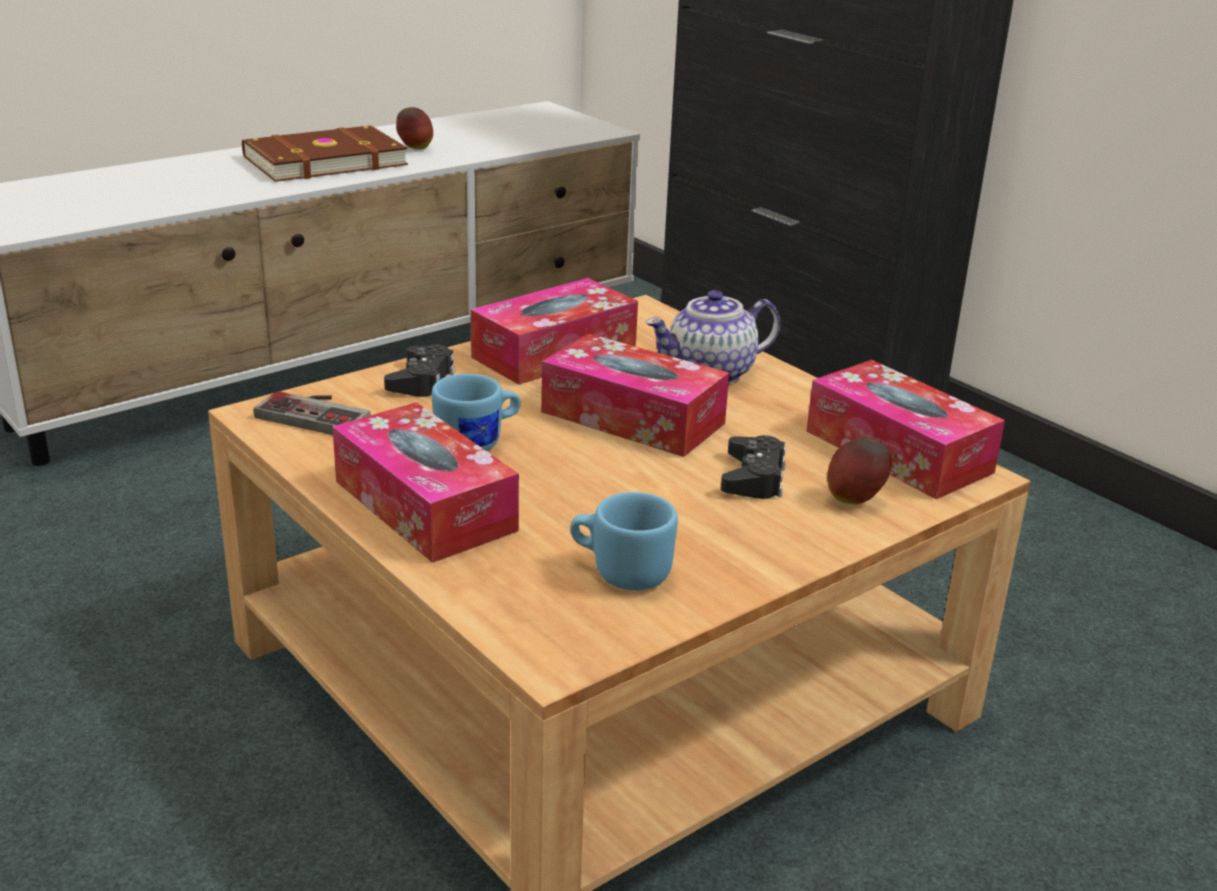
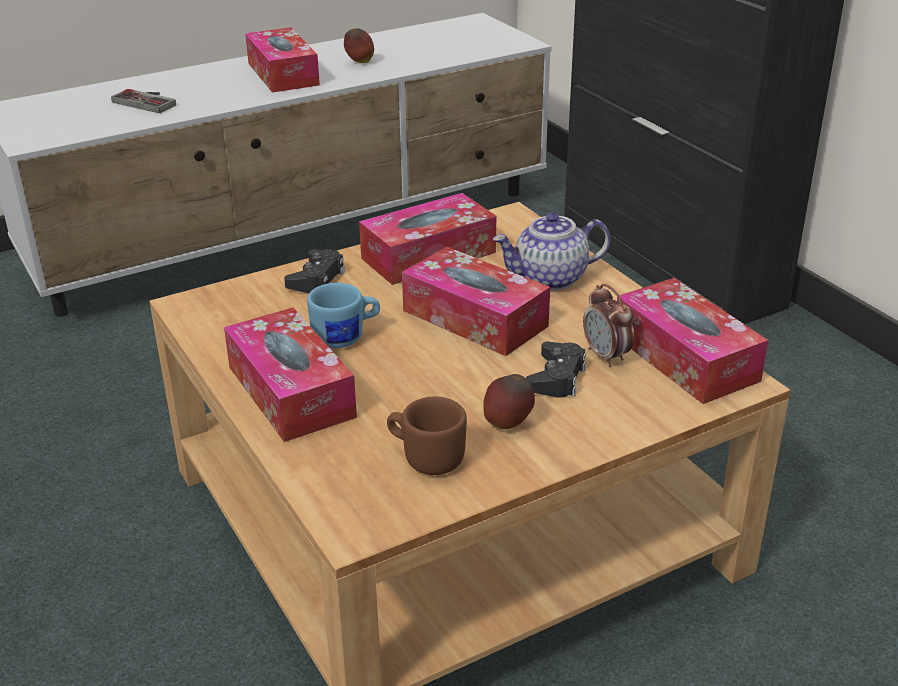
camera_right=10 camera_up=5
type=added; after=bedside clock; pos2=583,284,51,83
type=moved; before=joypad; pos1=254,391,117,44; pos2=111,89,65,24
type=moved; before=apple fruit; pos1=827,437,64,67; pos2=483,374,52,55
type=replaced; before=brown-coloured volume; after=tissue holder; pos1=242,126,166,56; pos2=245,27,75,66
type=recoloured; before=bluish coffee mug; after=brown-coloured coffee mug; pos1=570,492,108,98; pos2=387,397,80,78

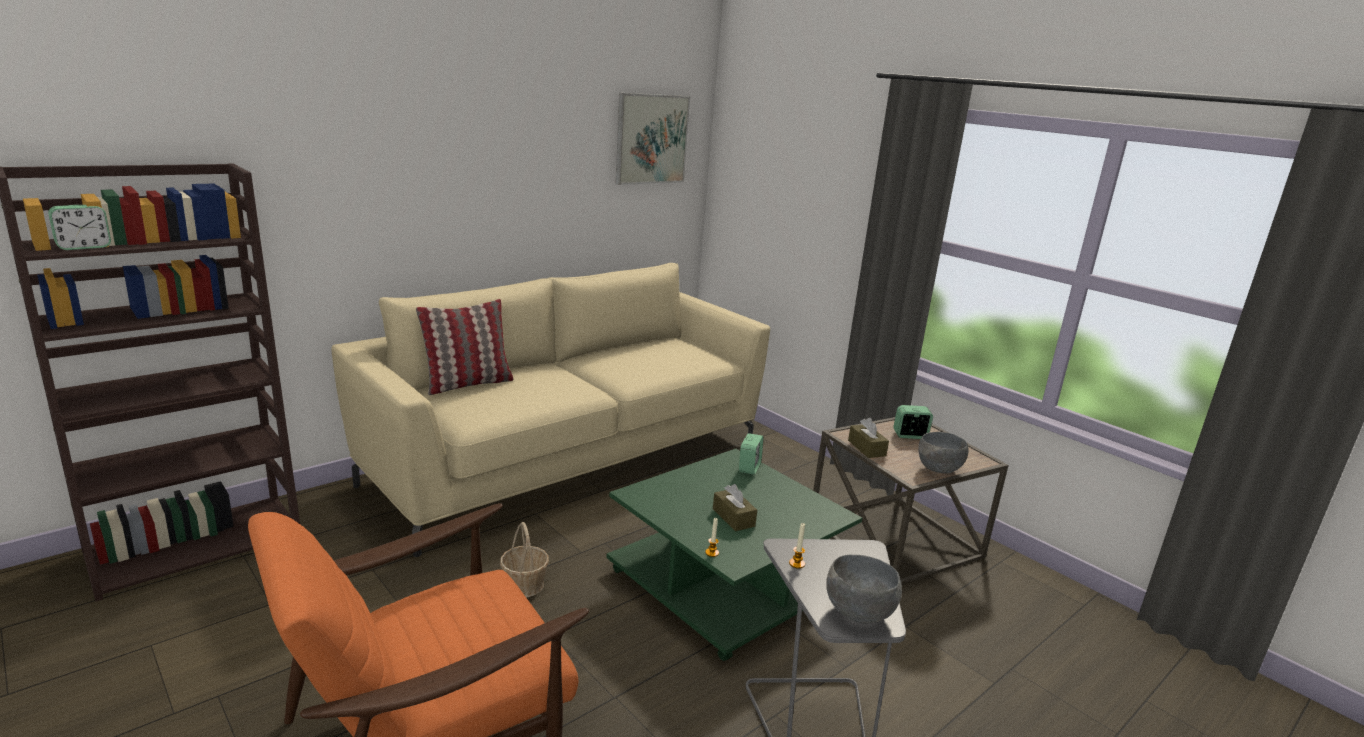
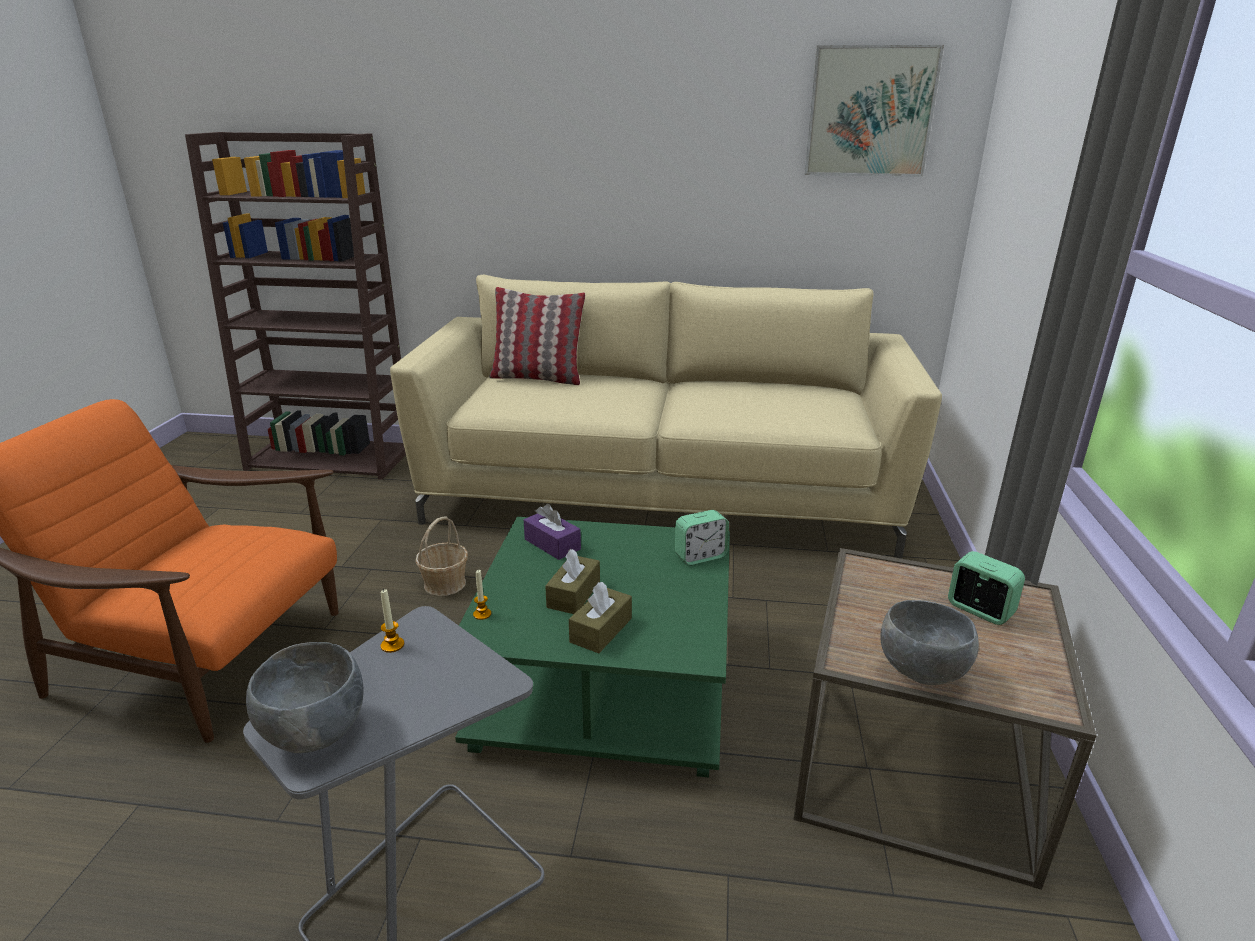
camera_right=50 camera_up=5
type=removed; before=bedside clock; pos1=48,205,63,45
type=added; after=purplish tissue holder; pos2=524,504,57,56
type=moved; before=brown-coloured tissue holder; pos1=848,418,41,40; pos2=569,582,63,71

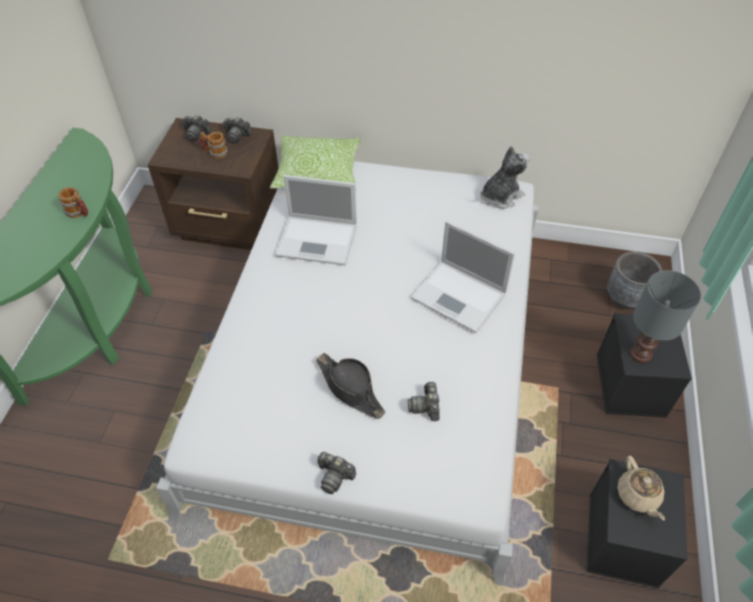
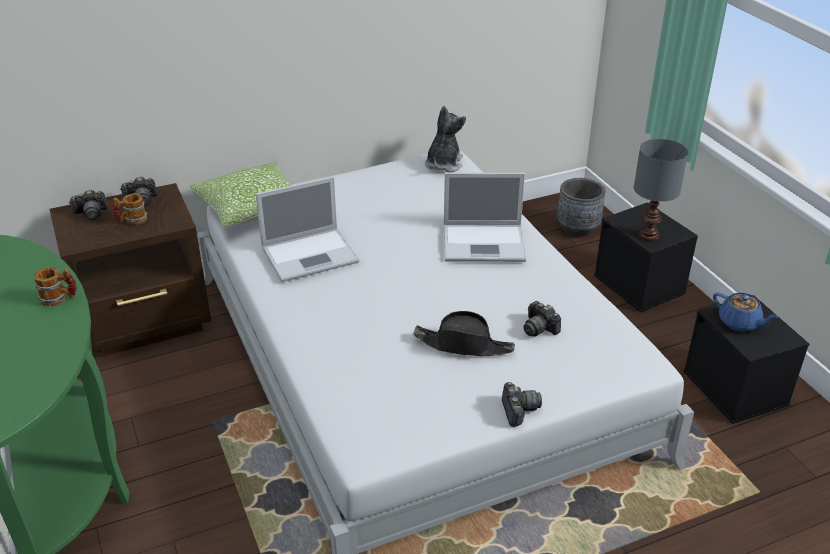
camera_right=-35 camera_up=-15
type=recoloured; before=beige-coloured pot for tea; after=bluish pot for tea; pos1=617,456,48,64; pos2=713,292,66,40
type=turned; before=photo camera; pos1=317,452,39,42; pos2=502,382,40,45; turn=-90

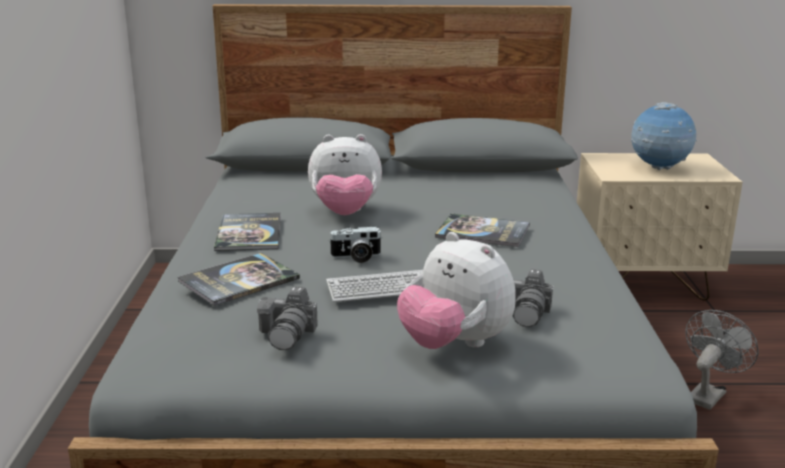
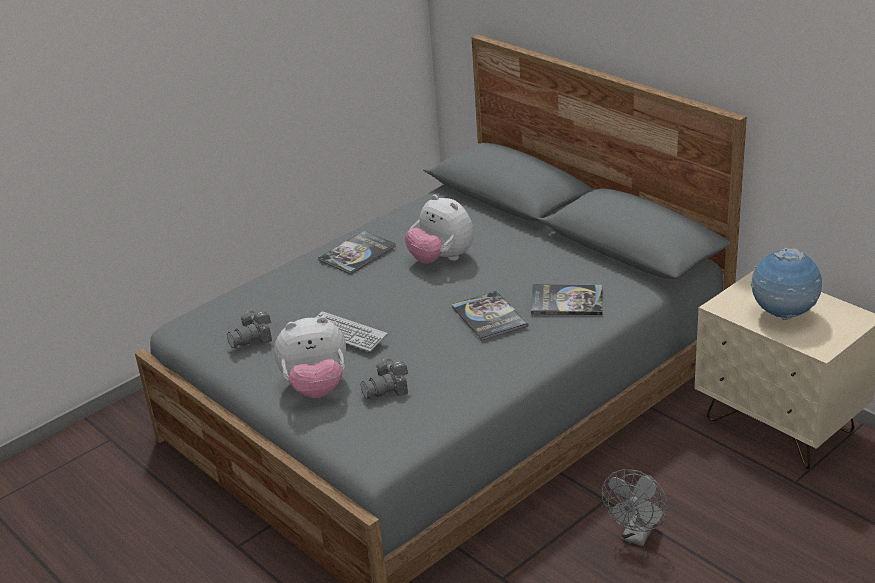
camera_right=50 camera_up=10
type=removed; before=photo camera; pos1=328,227,54,36
type=moved; before=volume; pos1=177,253,123,53; pos2=531,284,71,31
type=turned; before=cuddly toy; pos1=397,232,119,117; pos2=274,316,72,82; turn=-105
type=turned; before=greyish electric fan; pos1=685,310,73,100; pos2=601,469,67,77; turn=120

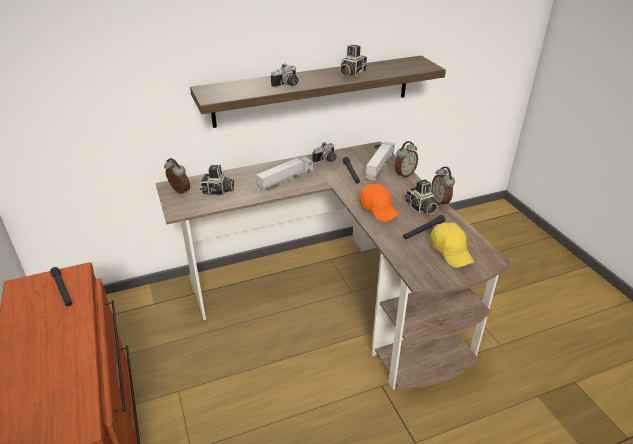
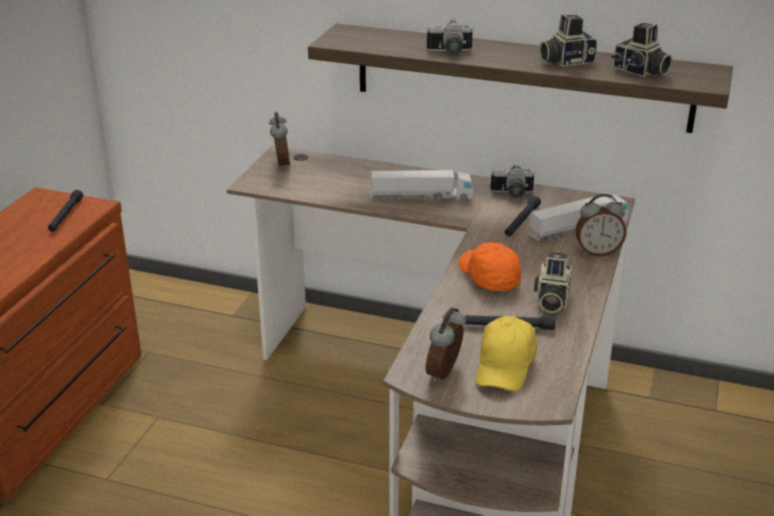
camera_right=40 camera_up=-5
type=moved; before=photo camera; pos1=200,164,35,31; pos2=612,23,60,54
type=moved; before=bedside clock; pos1=431,167,24,40; pos2=426,307,40,76
type=turned; before=orange cap; pos1=359,183,41,39; pos2=458,243,63,48; turn=150

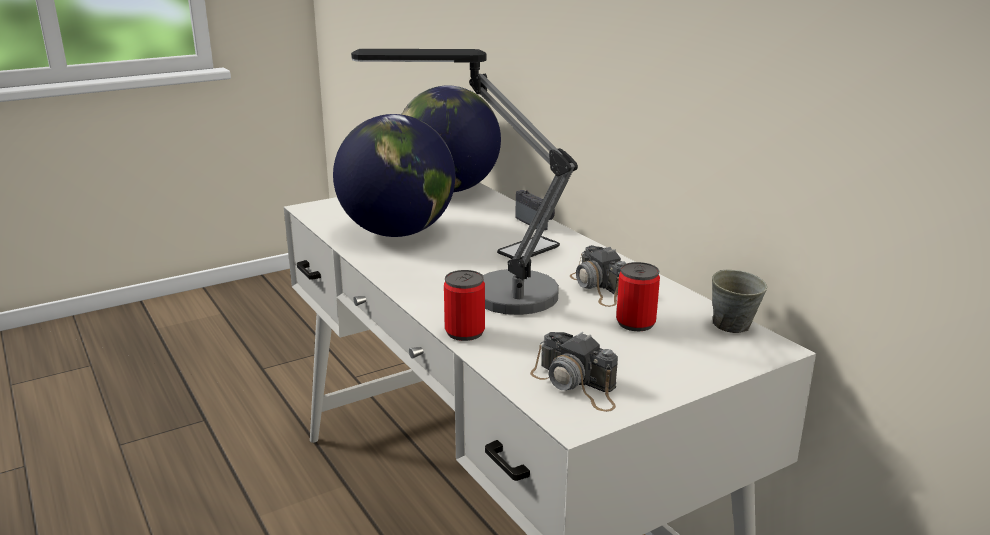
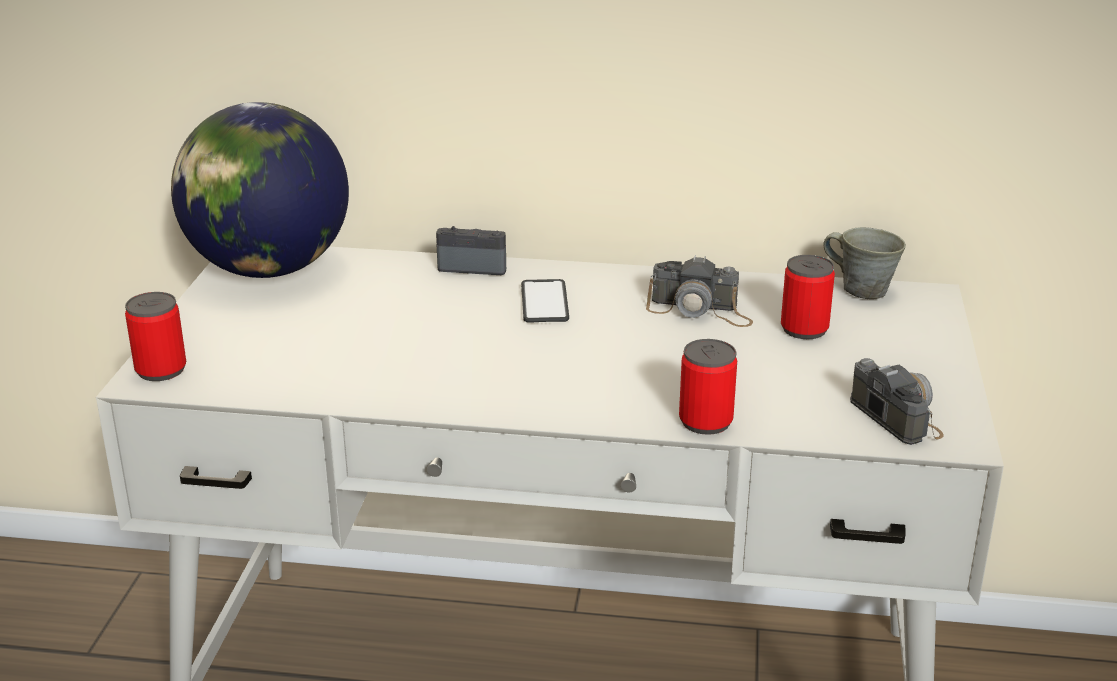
camera_right=-50 camera_up=5
type=removed; before=world globe; pos1=333,114,122,123
type=removed; before=table lamp; pos1=351,49,227,266
type=added; after=sealed can; pos2=125,292,61,89
type=turned; before=photo camera; pos1=530,332,88,80; pos2=850,358,94,87; turn=-105

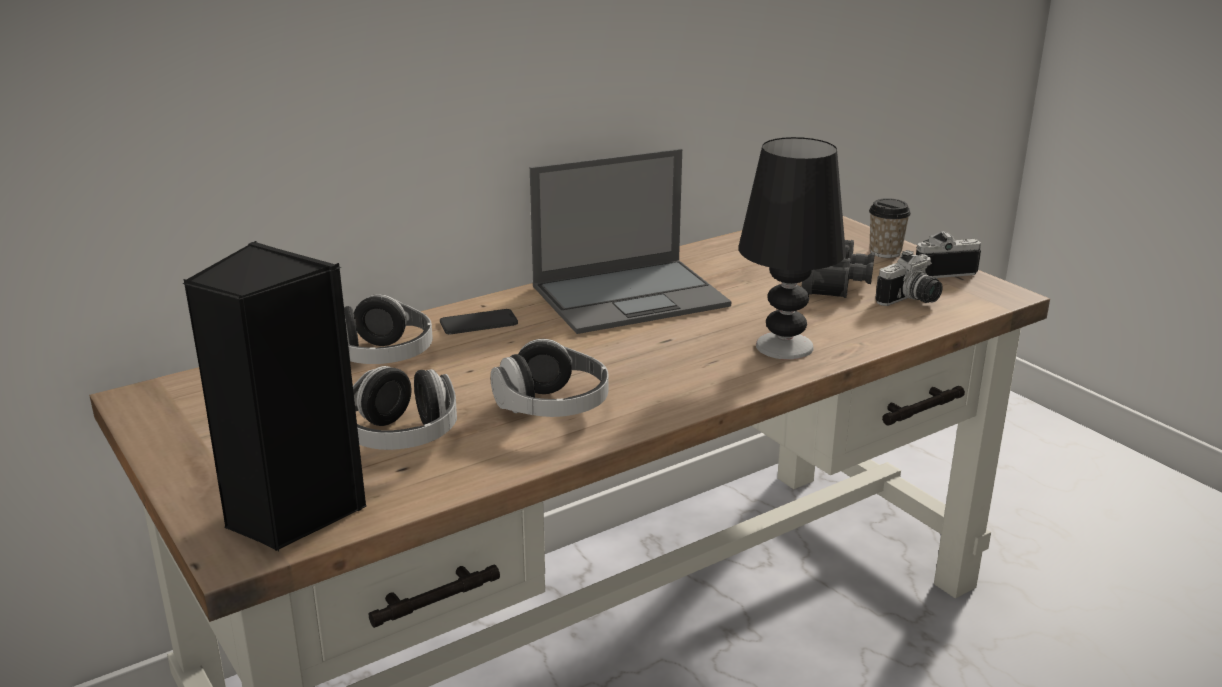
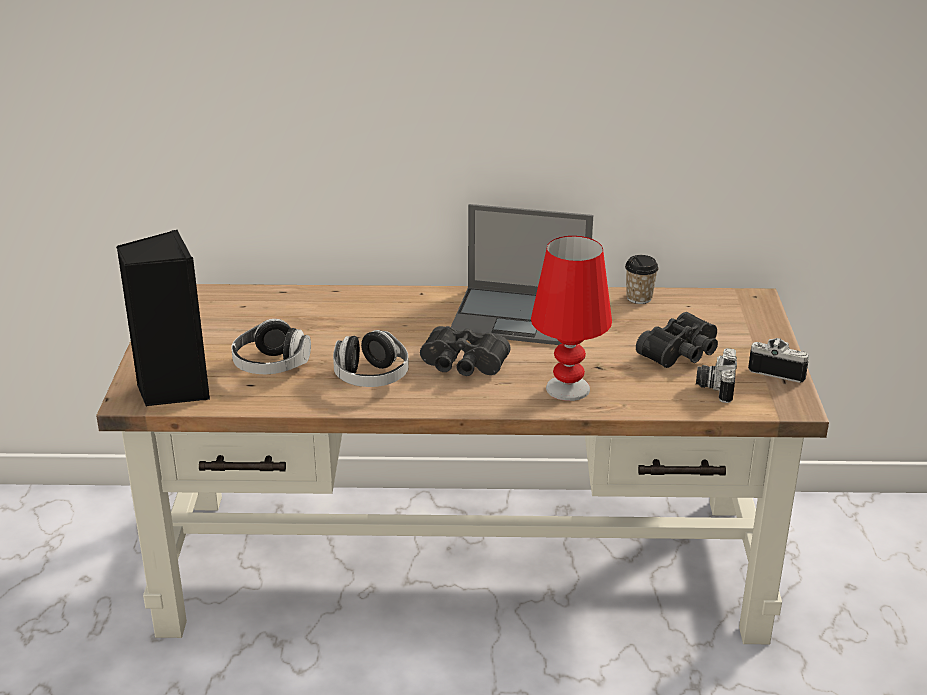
camera_right=35 camera_up=5
type=removed; before=headphones; pos1=344,294,89,70
type=removed; before=phone; pos1=440,309,78,25
type=added; after=blackish field glasses; pos2=420,326,91,50
type=moved; before=drinking cup; pos1=869,198,42,60; pos2=625,255,34,49
type=recoloured; before=blackish table lamp; after=red-coloured table lamp; pos1=739,137,107,223; pos2=531,236,81,165
type=turned; before=photo camera; pos1=875,250,68,56; pos2=696,348,41,55; turn=105

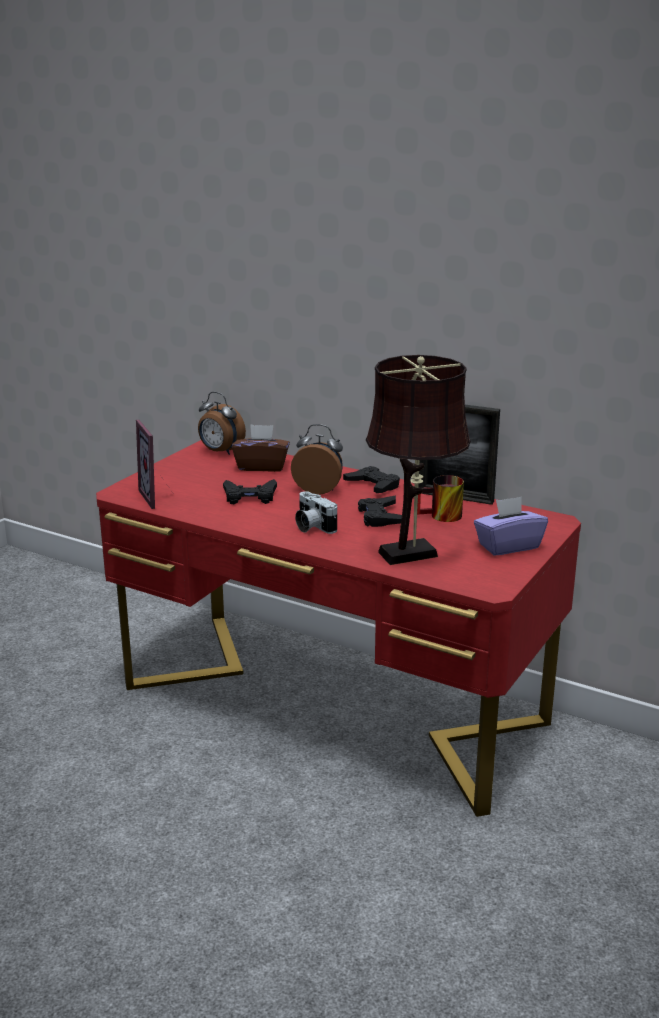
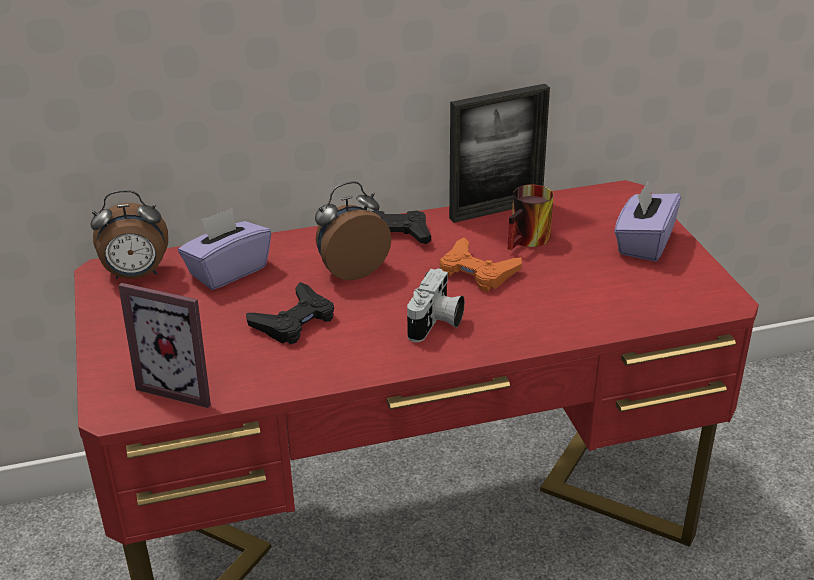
camera_right=-45 camera_up=10
type=removed; before=brown-coloured table lamp; pos1=366,355,105,210
type=recoloured; before=brown-coloured tissue holder; after=purplish tissue holder; pos1=232,424,58,48; pos2=178,208,93,82
type=recoloured; before=blackish joypad; after=orange joypad; pos1=358,496,44,31; pos2=440,237,82,54
type=turned; before=photo camera; pos1=295,491,42,43; pos2=407,268,58,74; turn=-75

